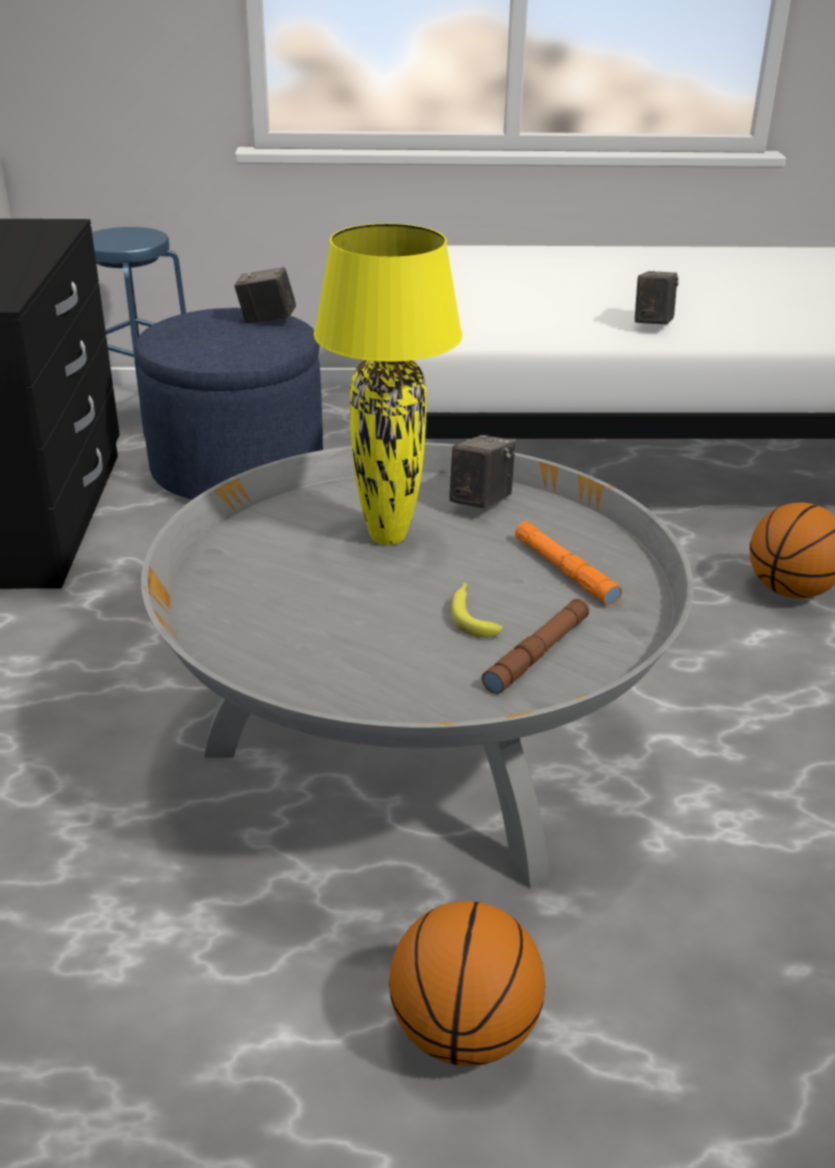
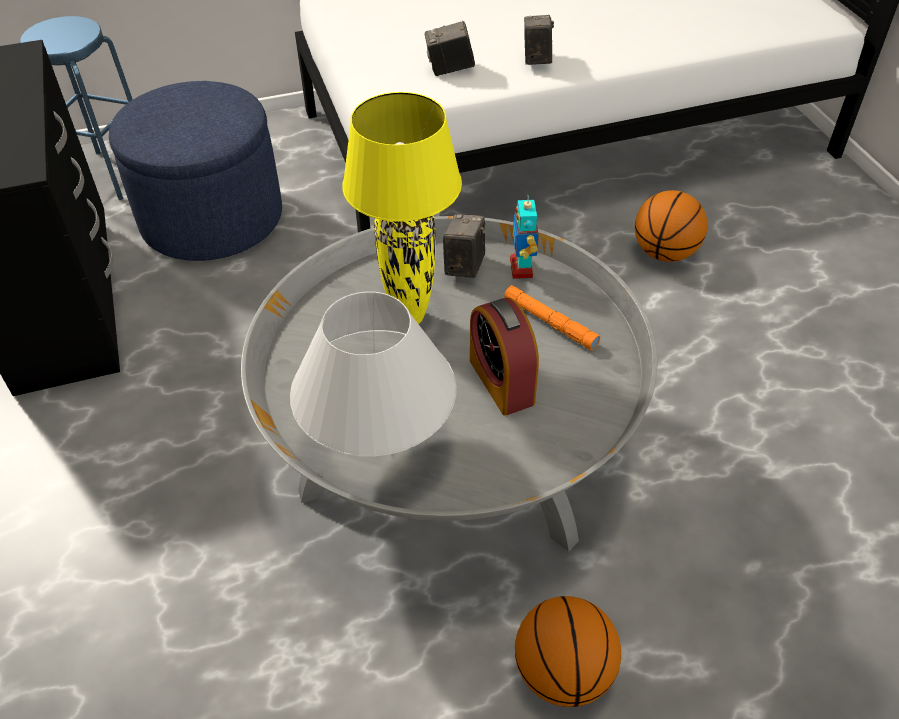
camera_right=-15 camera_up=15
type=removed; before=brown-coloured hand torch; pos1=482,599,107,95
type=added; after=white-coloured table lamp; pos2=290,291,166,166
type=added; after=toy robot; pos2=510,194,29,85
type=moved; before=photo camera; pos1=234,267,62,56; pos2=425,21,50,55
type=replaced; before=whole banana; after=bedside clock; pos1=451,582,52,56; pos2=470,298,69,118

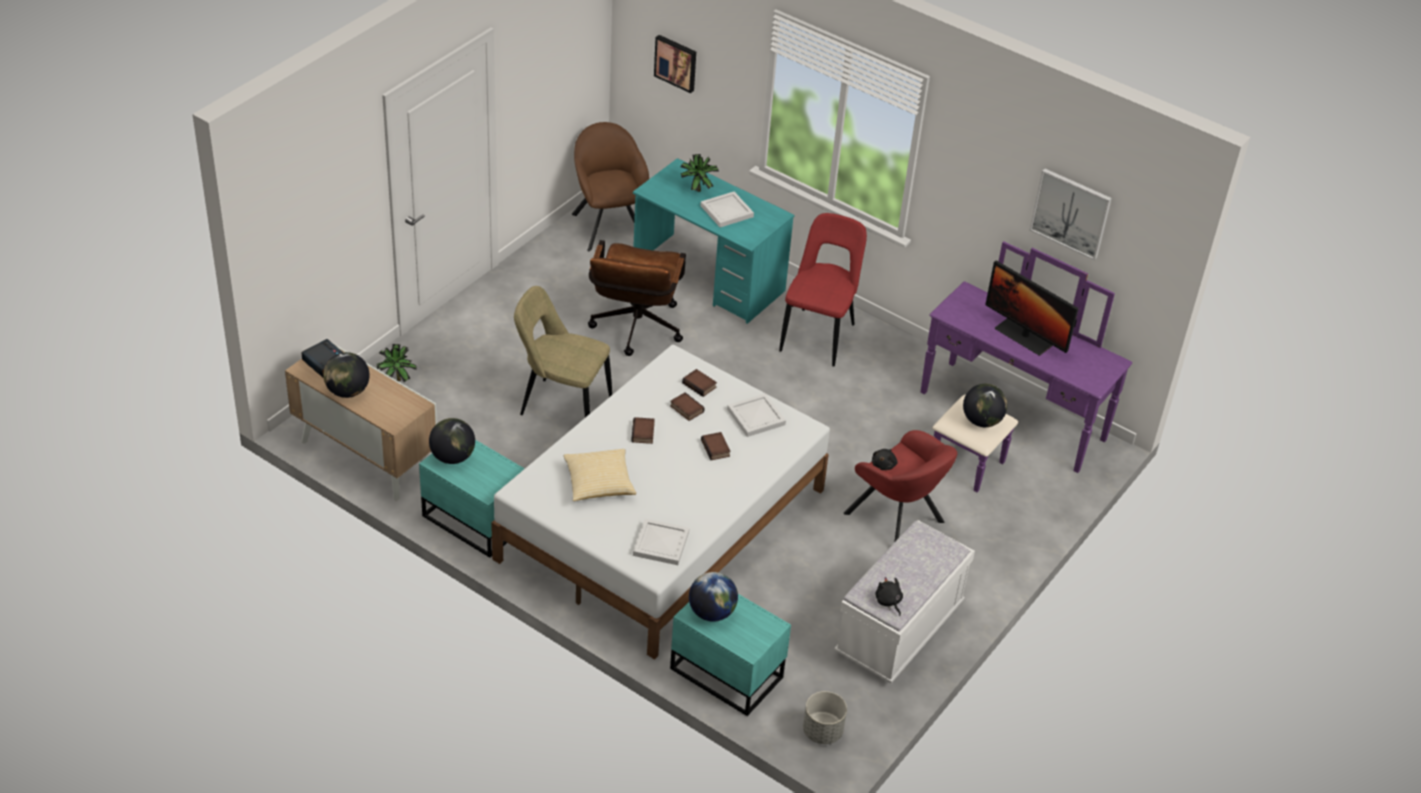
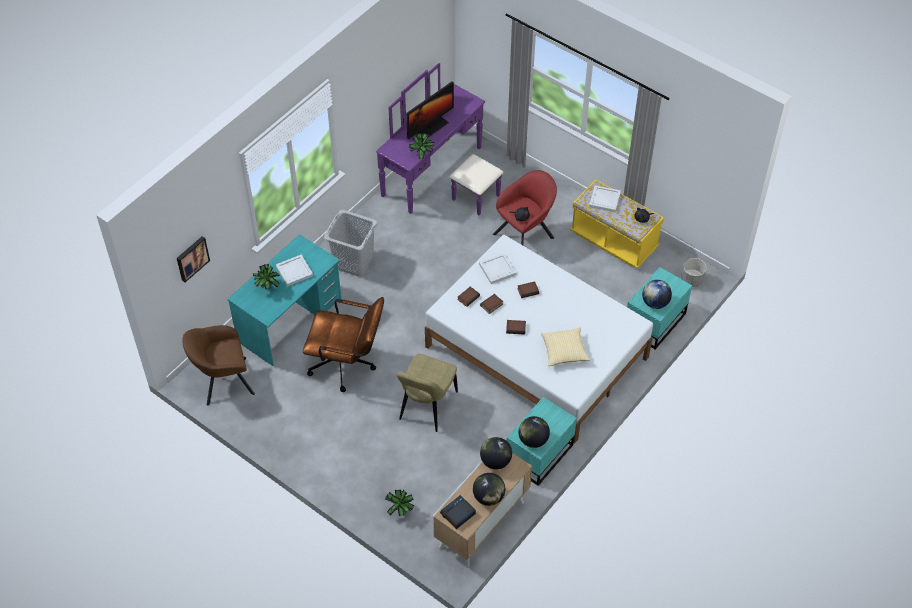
camera_right=-85 camera_up=10
type=removed; before=wall art; pos1=1030,169,82,91
type=added; after=potted plant; pos2=409,133,25,26
type=moved; before=white-coloured carrying tray; pos1=633,519,56,46; pos2=589,185,32,27
type=moved; before=world globe; pos1=963,384,44,43; pos2=480,437,32,32
type=replaced; before=red-coloured plain chair; after=greyish washing basket; pos1=779,213,88,154; pos2=324,210,54,67
type=recoloured; before=white-coloured bench; after=yellow-coloured bench; pos1=834,520,141,163; pos2=570,179,94,90

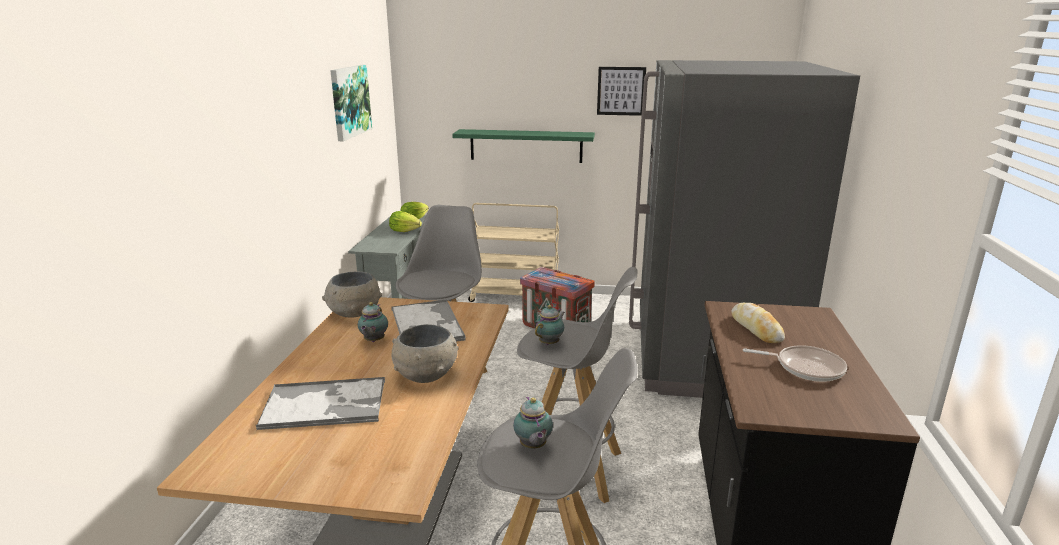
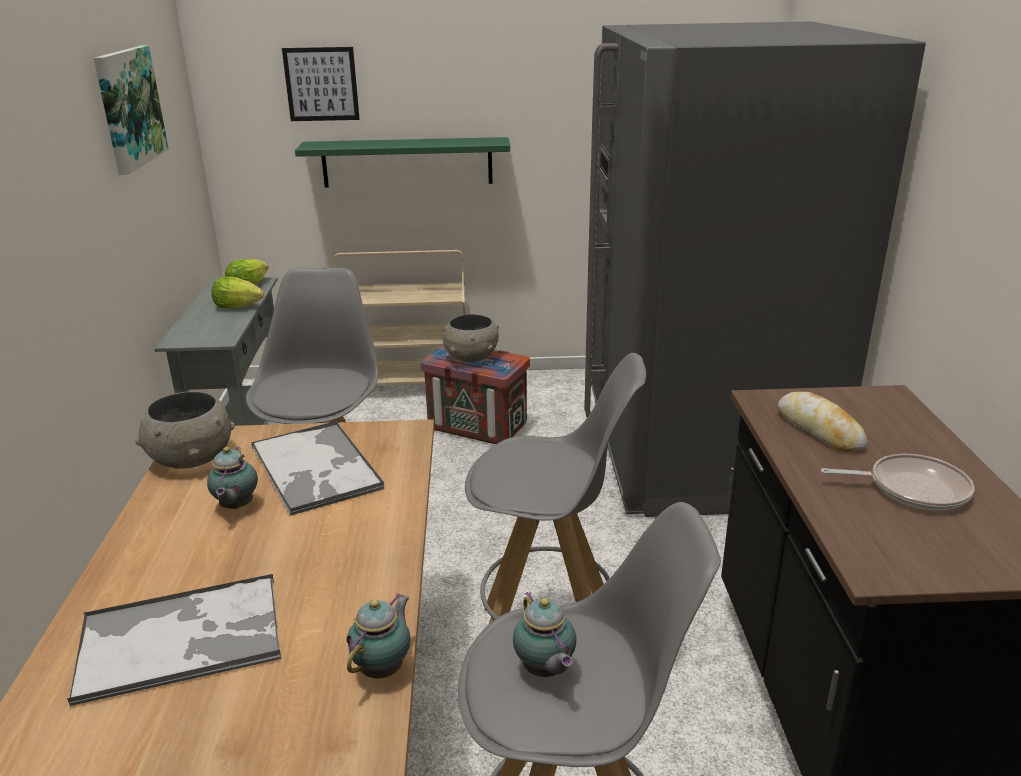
camera_right=-10 camera_up=5
type=moved; before=greyish serving bowl; pos1=392,324,67,59; pos2=443,314,56,48
type=moved; before=pot for tea; pos1=535,305,30,40; pos2=347,593,64,85
type=moved; before=wall art; pos1=597,67,49,49; pos2=282,47,78,74

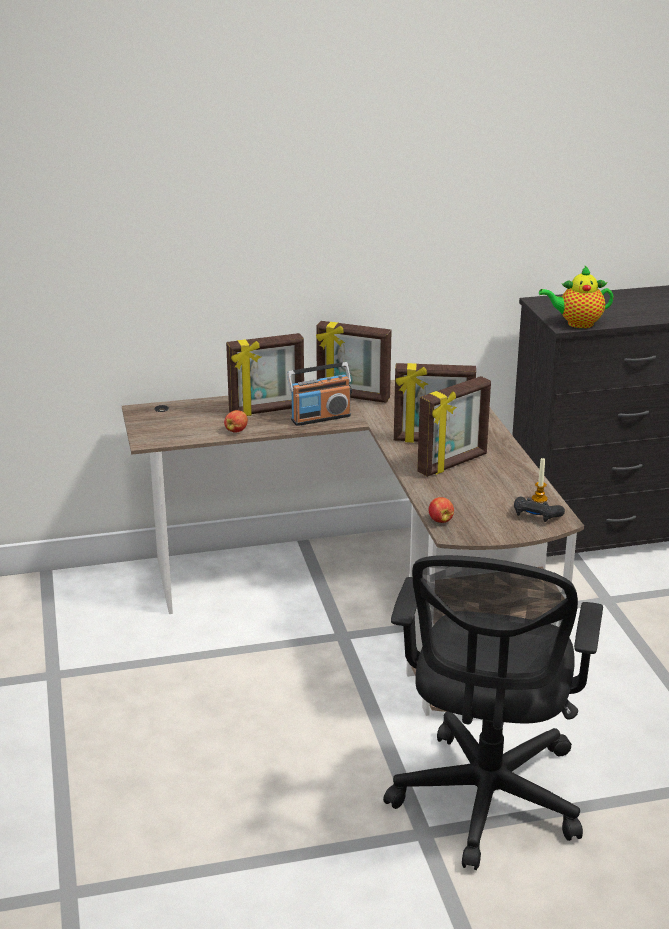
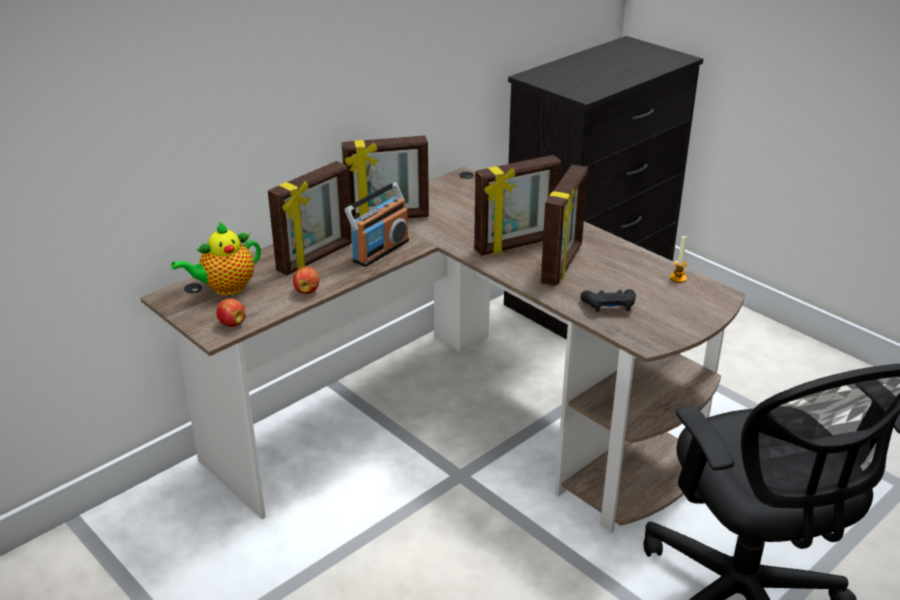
camera_right=-30 camera_up=5
type=moved; before=apple fruit; pos1=428,497,26,26; pos2=216,298,30,29
type=moved; before=blackish joypad; pos1=514,496,51,26; pos2=580,289,56,23
type=moved; before=pot for tea; pos1=539,266,75,62; pos2=171,222,90,73

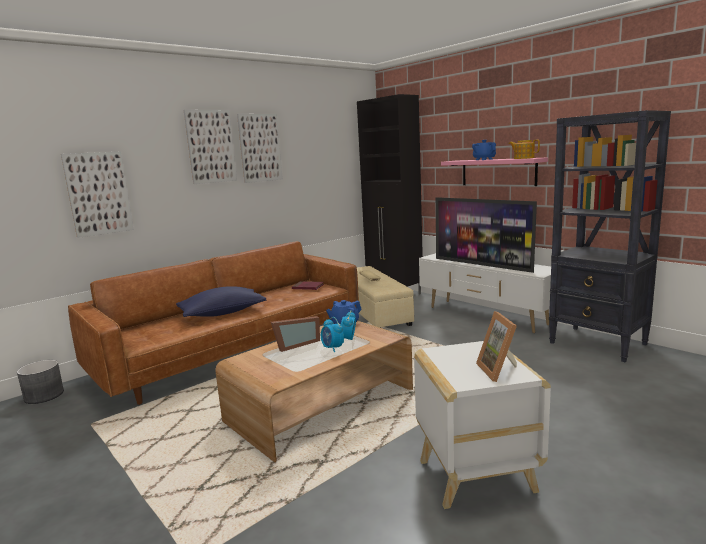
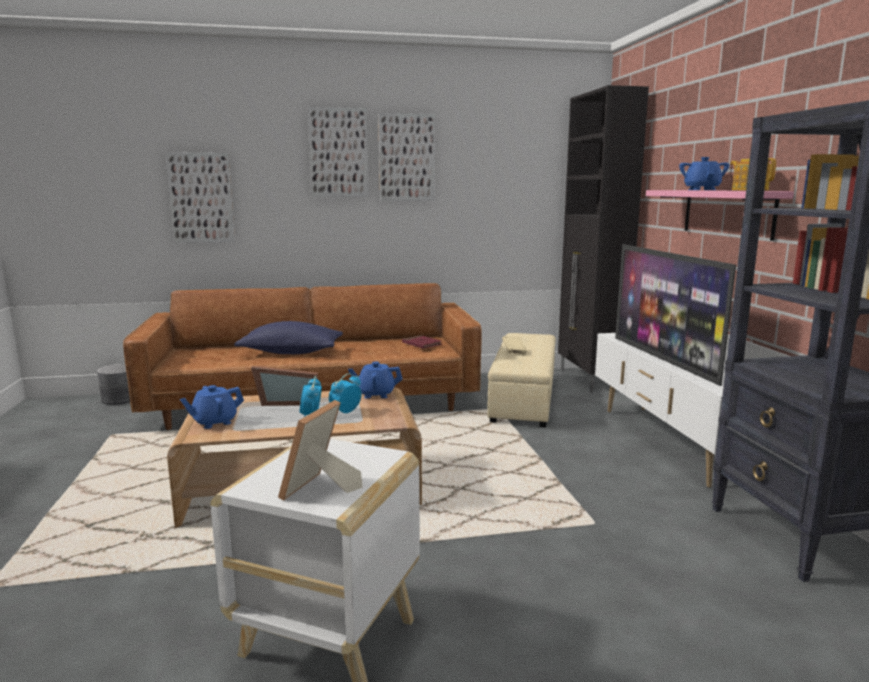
camera_right=30 camera_up=0
type=added; after=bluish pot for tea; pos2=180,385,64,44

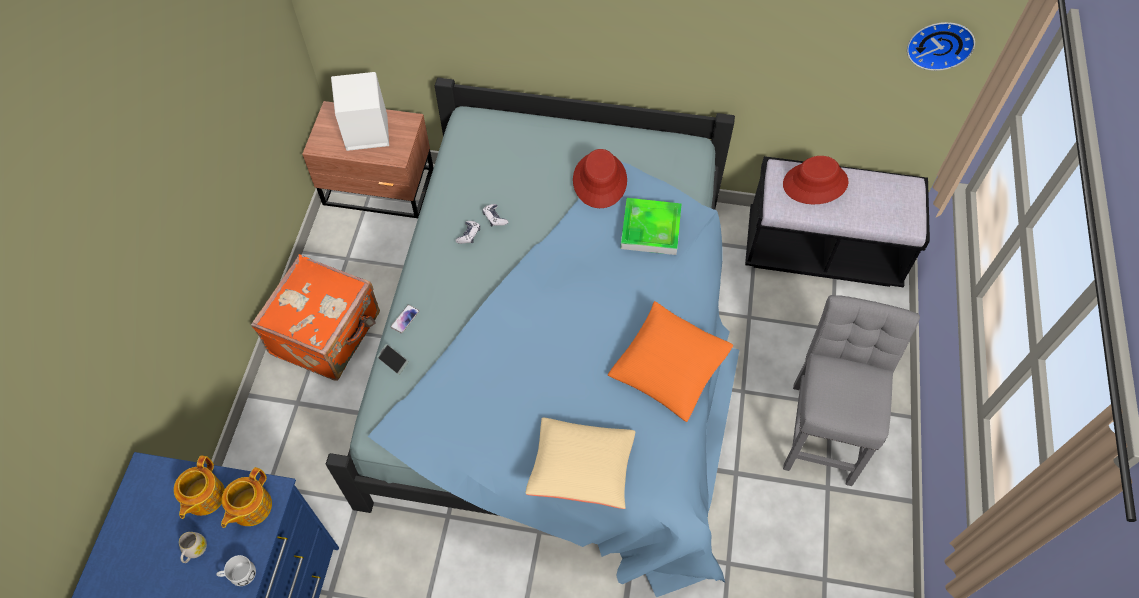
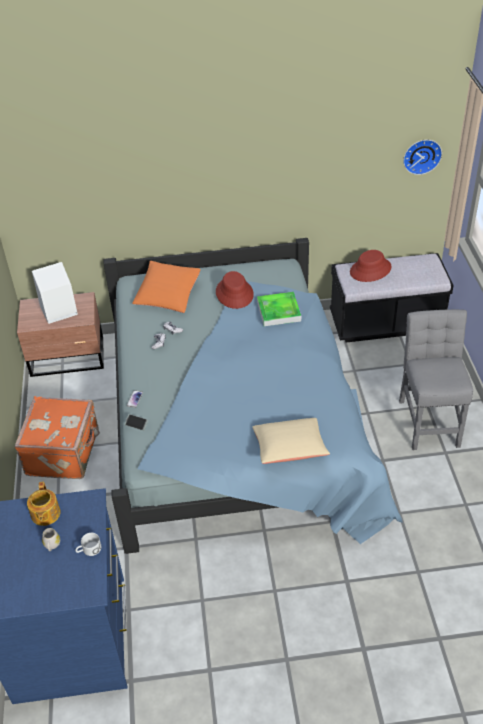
camera_right=-15 camera_up=-15
type=removed; before=pot for tea; pos1=221,467,51,61
type=moved; before=orange pillow; pos1=608,301,125,121; pos2=132,261,69,52

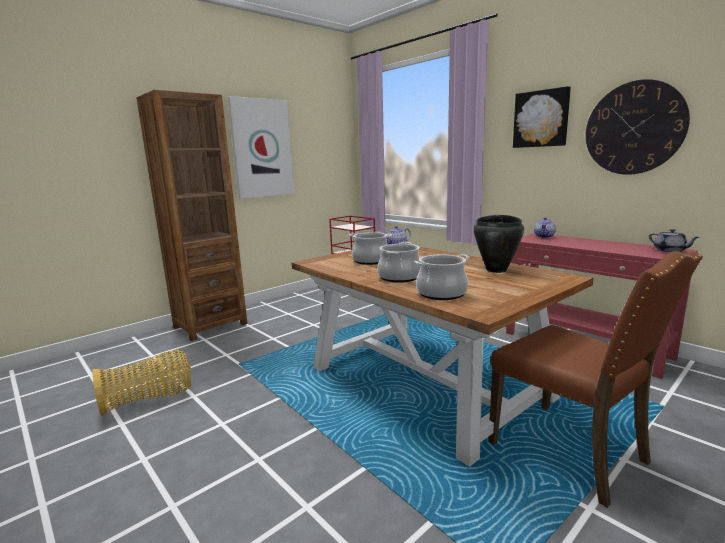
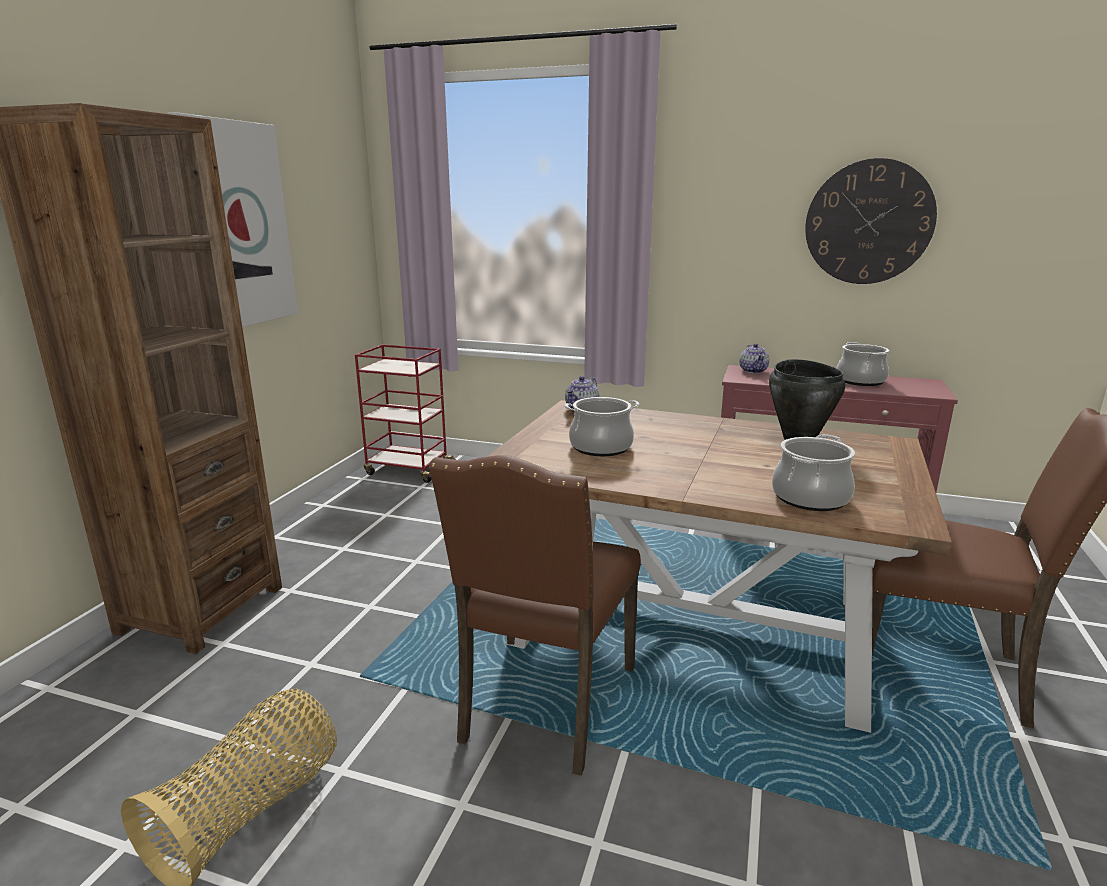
camera_right=-30 camera_up=5
type=removed; before=wall art; pos1=513,86,58,62
type=removed; before=greyish pot for tea; pos1=649,229,50,23
type=added; after=brown-coloured plain chair; pos2=428,455,213,321
type=moved; before=cooking pot; pos1=377,242,43,41; pos2=836,342,53,44

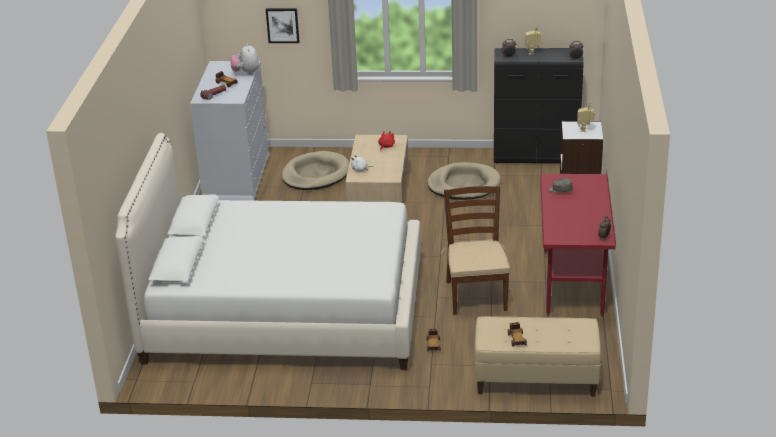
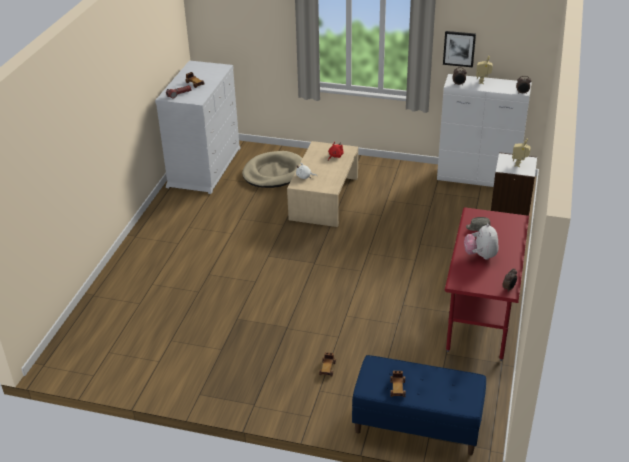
camera_right=10 camera_up=5
type=removed; before=white-coloured bed; pos1=115,133,306,237
type=removed; before=beige-coloured dog cushion; pos1=427,162,74,38
type=removed; before=brown-coloured plain chair; pos1=441,185,69,130
type=moved; before=cuddly toy; pos1=230,43,29,32; pos2=464,224,35,36
type=moved; before=wall art; pos1=266,8,34,35; pos2=443,31,33,36
type=recoloured; before=beige-coloured bench; after=bluish bench; pos1=475,316,126,81; pos2=352,355,134,100
type=recoloured; before=blackish cabinet; after=white-coloured cabinet; pos1=494,48,90,115; pos2=437,74,95,113

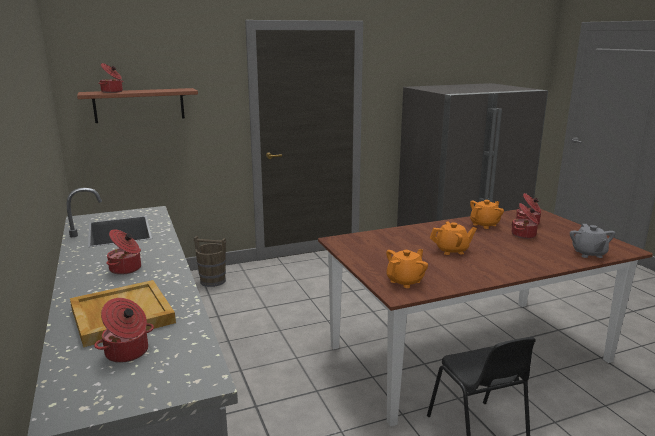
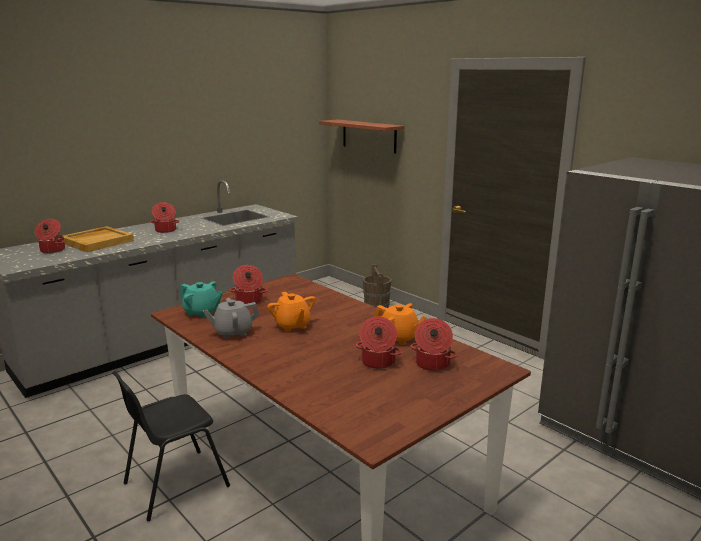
camera_right=70 camera_up=0
type=moved; before=cooking pot; pos1=98,63,26,30; pos2=230,265,38,39
type=moved; before=greyish pot for tea; pos1=570,224,45,34; pos2=203,298,57,41
type=recoloured; before=orange pot for tea; after=turquoise-coloured pot for tea; pos1=386,249,42,39; pos2=180,281,43,37

